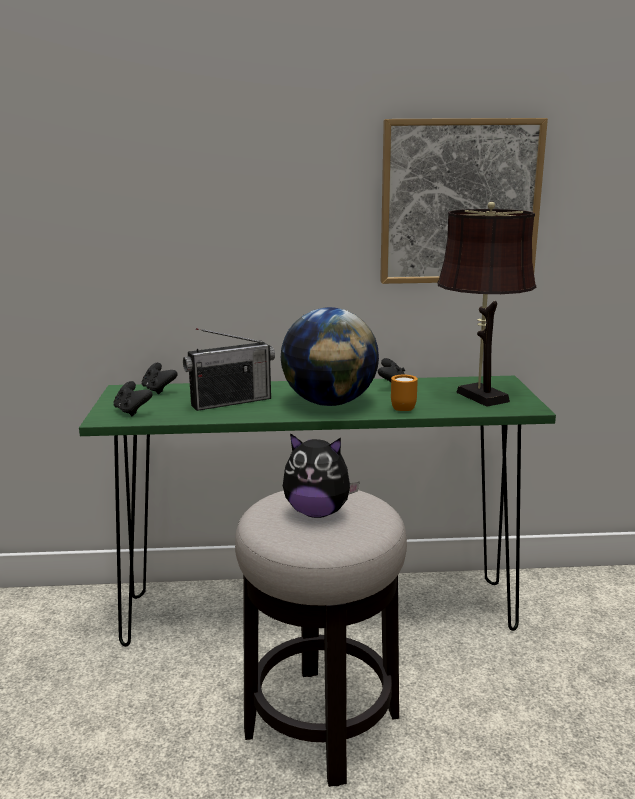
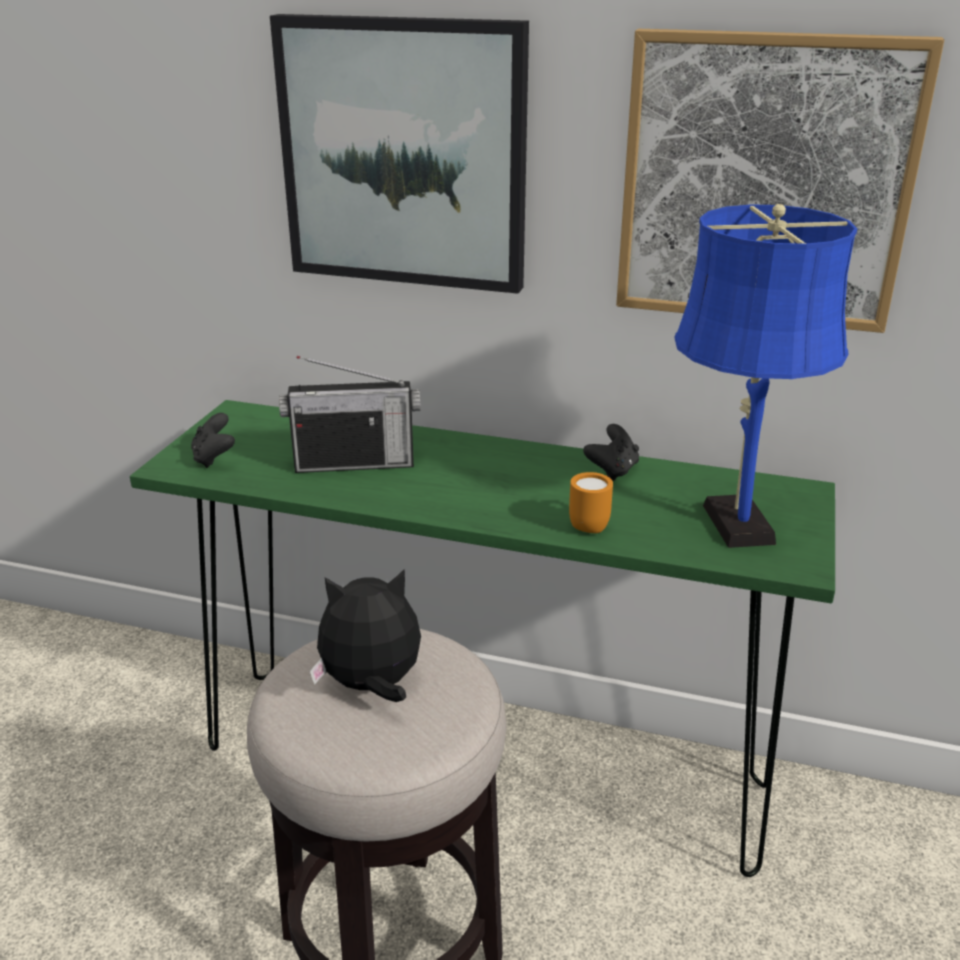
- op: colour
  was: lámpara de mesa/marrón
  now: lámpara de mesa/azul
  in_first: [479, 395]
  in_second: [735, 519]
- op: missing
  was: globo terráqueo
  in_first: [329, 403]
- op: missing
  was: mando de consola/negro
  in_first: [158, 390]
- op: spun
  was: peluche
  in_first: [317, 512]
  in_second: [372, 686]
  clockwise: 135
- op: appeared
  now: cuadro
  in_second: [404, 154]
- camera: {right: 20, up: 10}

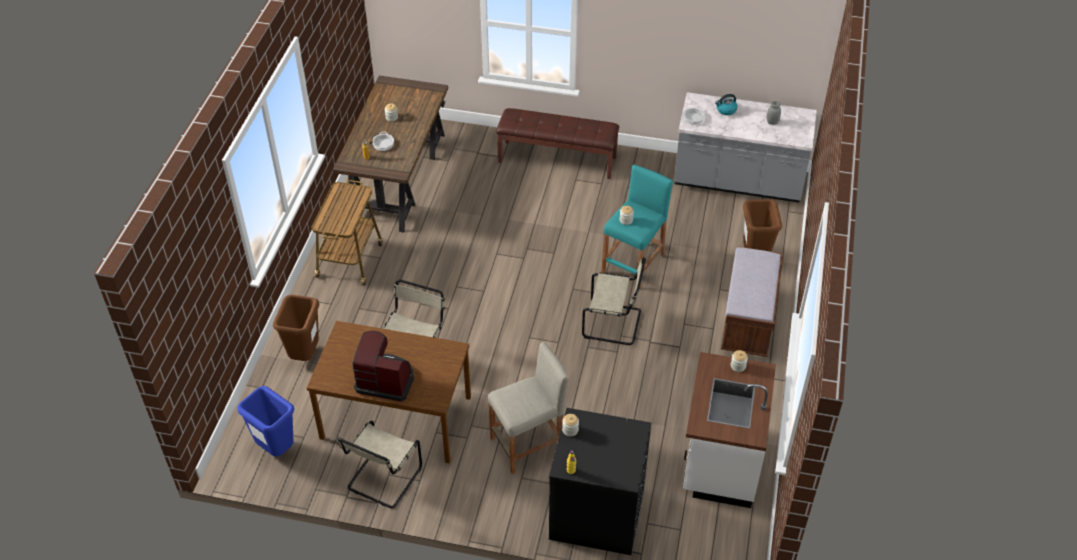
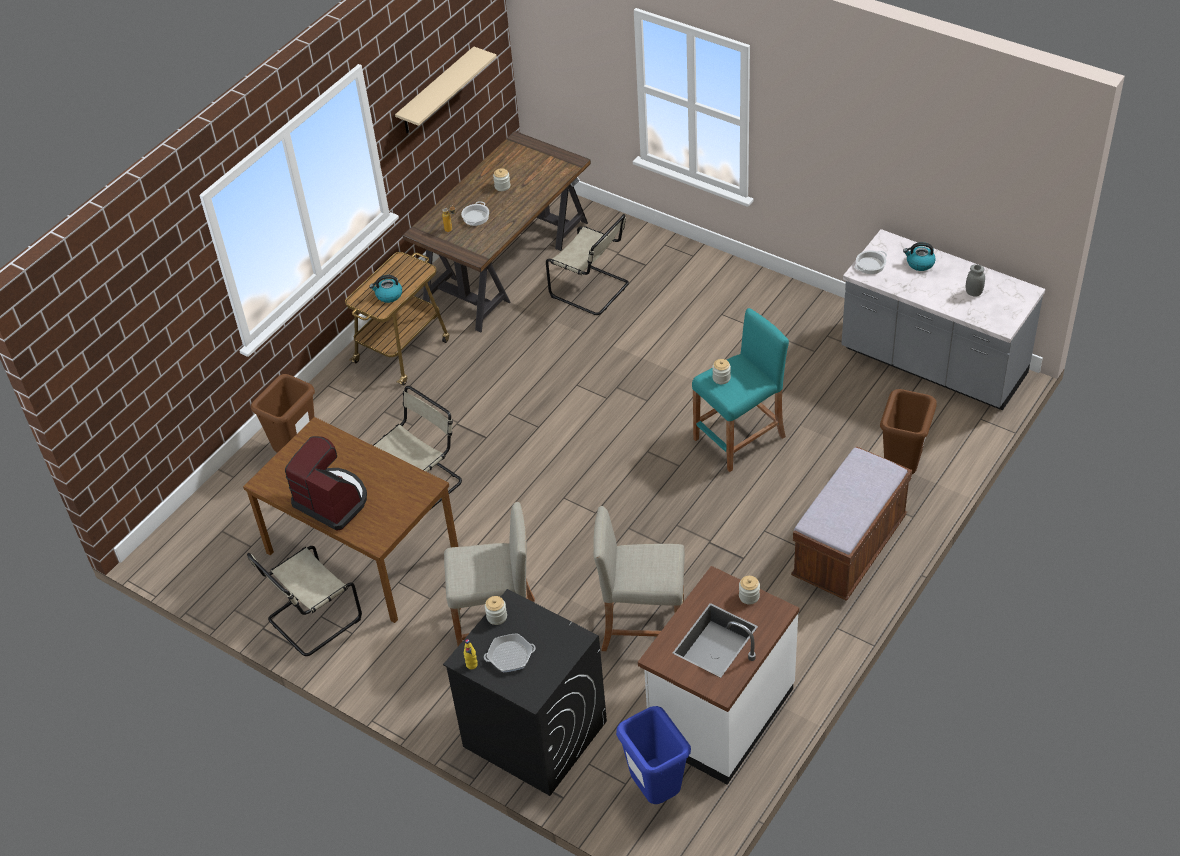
- op: missing
  was: banco/marrón
  in_first: [557, 159]
- op: relocated
  was: silla/beis
  in_first: [614, 324]
  in_second: [592, 290]
- op: relocated
  was: papelera/azul
  in_first: [276, 449]
  in_second: [655, 790]
- op: appeared
  now: estante/beis
  in_second: [436, 92]
- op: appeared
  now: hervidor
  in_second: [388, 295]
- op: appeared
  now: taburete/beis
  in_second: [643, 627]
- op: appeared
  now: sartén
  in_second: [510, 656]
- camera: {right: 25, up: 0}

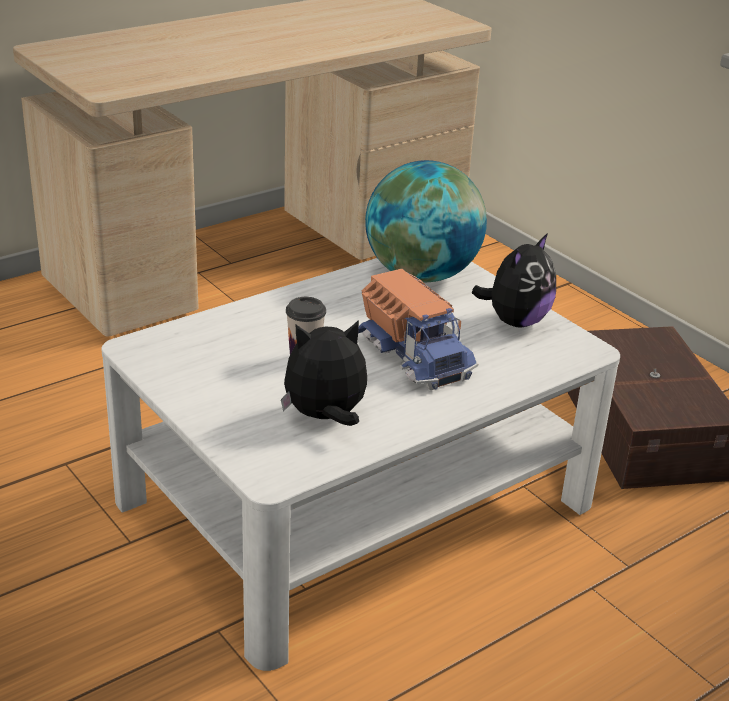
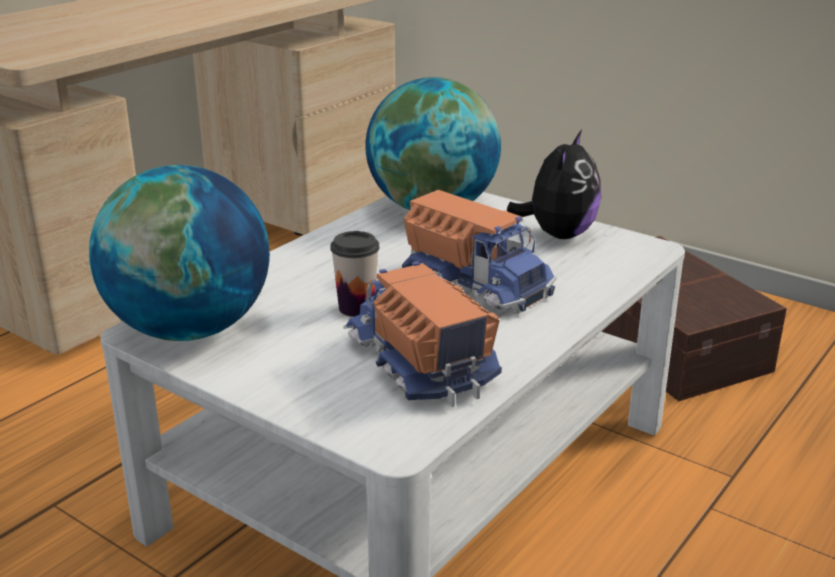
- op: exchanged
  was: peluche
  now: camión de juguete
  in_first: [325, 417]
  in_second: [418, 363]
- op: appeared
  now: globo terráqueo
  in_second: [190, 330]
- camera: {right: -15, up: -5}

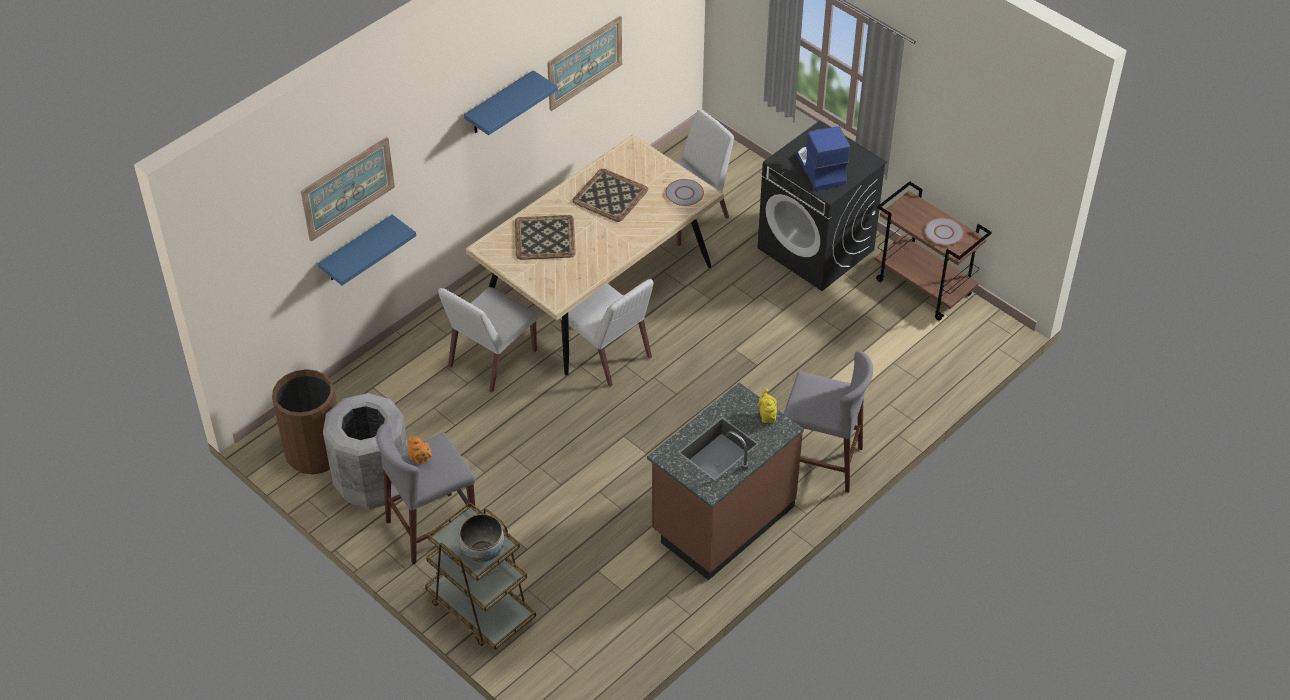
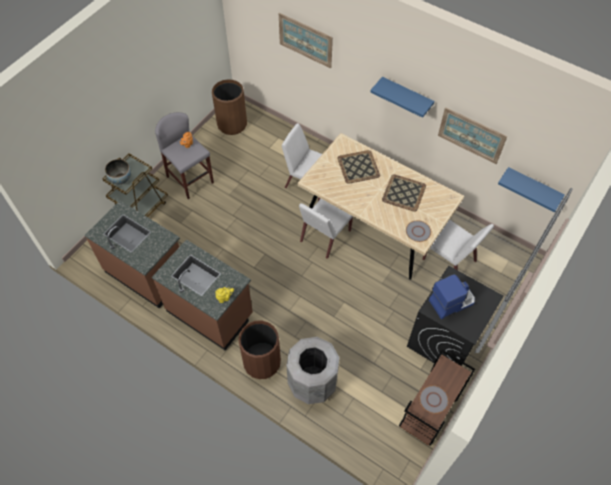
- op: relocated
  was: estante/azul
  in_first: [357, 249]
  in_second: [533, 186]
- op: exchanged
  was: taburete/gris
  now: papelera/marrón
  in_first: [821, 461]
  in_second: [262, 362]
- op: relocated
  was: papelera/gris
  in_first: [373, 482]
  in_second: [312, 383]
- op: appeared
  now: mueble bajo de cocina/marrón
  in_second: [147, 273]
- camera: {right: 80, up: 10}

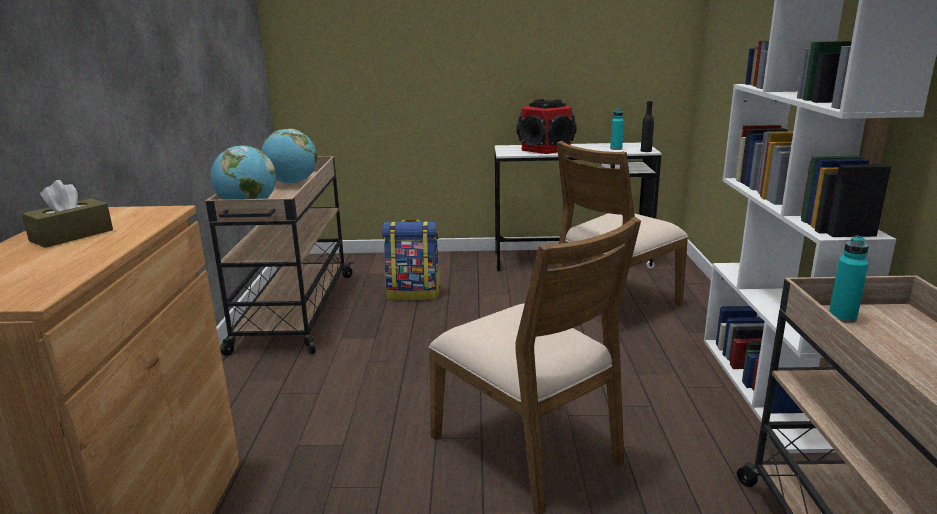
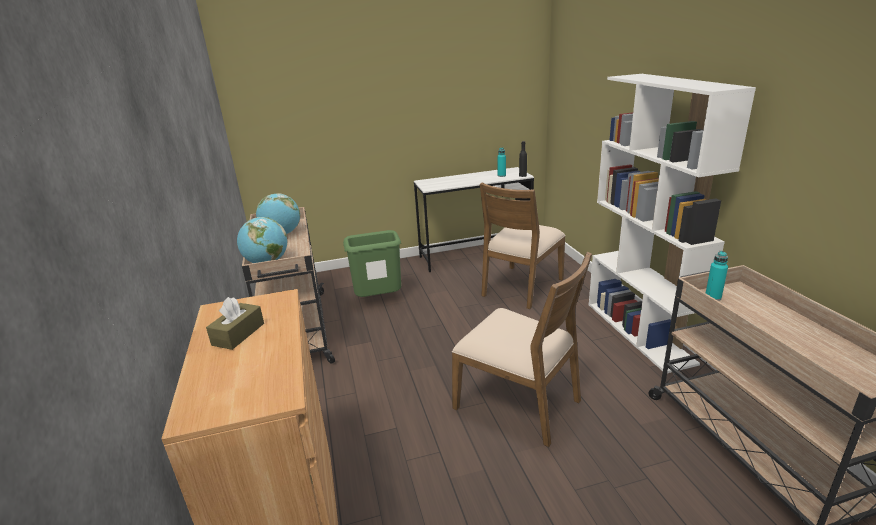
- op: missing
  was: altavoz
  in_first: [545, 149]
- op: exchanged
  was: mochila
  now: papelera/verde
  in_first: [414, 293]
  in_second: [379, 300]
- camera: {right: -15, up: 5}

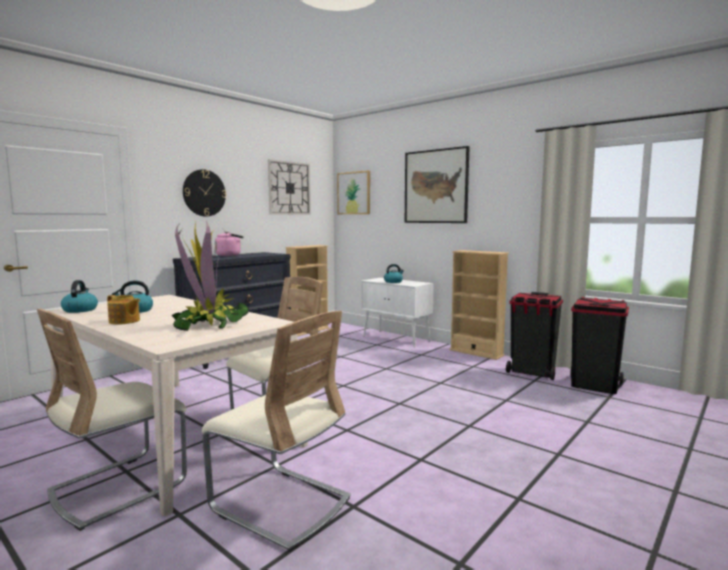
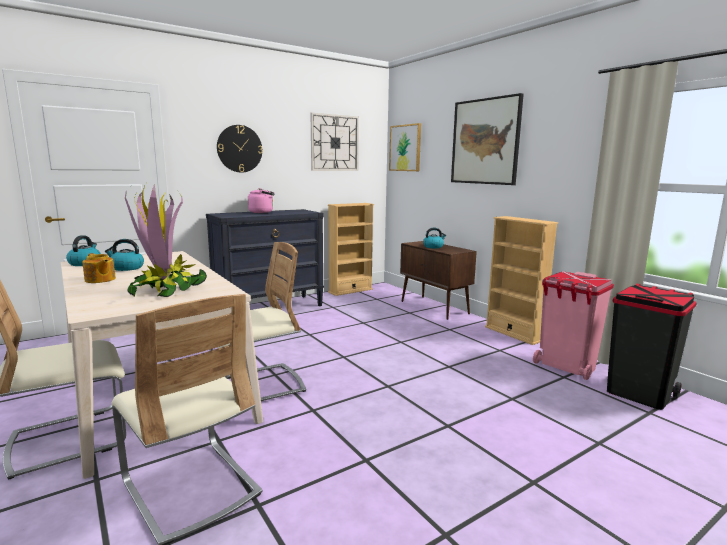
- op: colour
  was: armario/blanco
  now: armario/marrón
  in_first: [396, 339]
  in_second: [434, 308]
- op: colour
  was: papelera/negro
  now: papelera/rosa
  in_first: [532, 373]
  in_second: [566, 367]
- camera: {right: 15, up: 5}

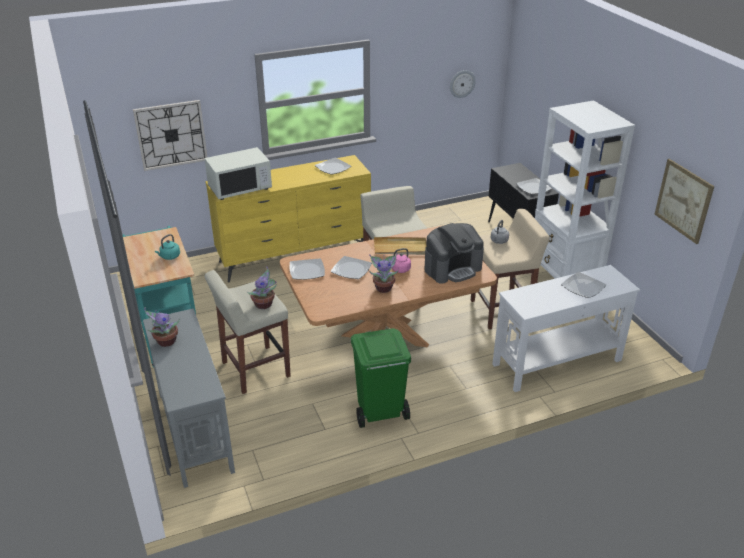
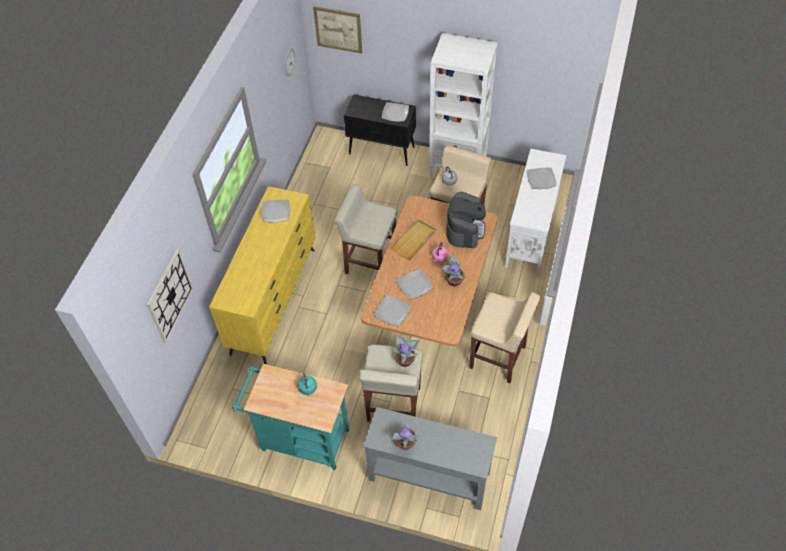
- op: missing
  was: microondas/blanco
  in_first: [240, 188]
- op: relocated
  was: cuadro
  in_first: [683, 200]
  in_second: [338, 29]
- op: exchanged
  was: papelera/verde
  now: taburete/beis
  in_first: [379, 412]
  in_second: [498, 358]
- camera: {right: -50, up: 20}

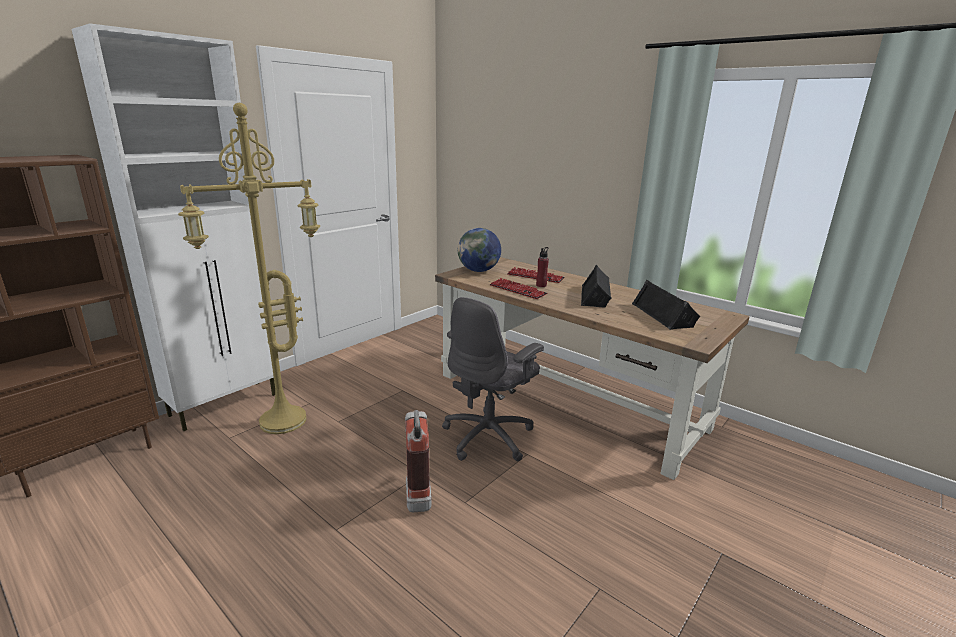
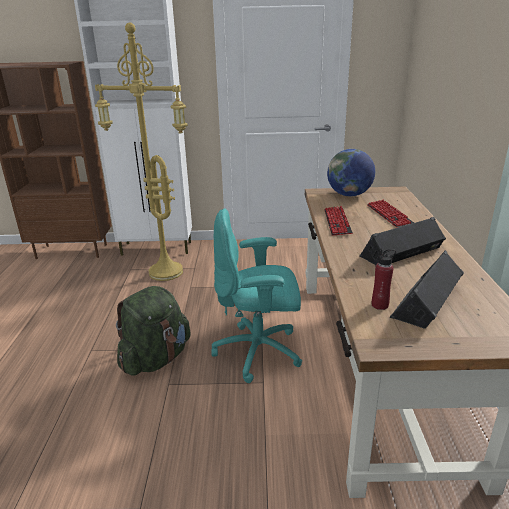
- op: relocated
  was: botella/rojo
  in_first: [541, 285]
  in_second: [380, 305]
- op: colour
  was: silla de oficina/gris
  now: silla de oficina/turquesa
  in_first: [489, 436]
  in_second: [259, 352]
- op: exchanged
  was: extintor
  now: mochila/verde
  in_first: [418, 492]
  in_second: [156, 359]
- camera: {right: 50, up: 5}

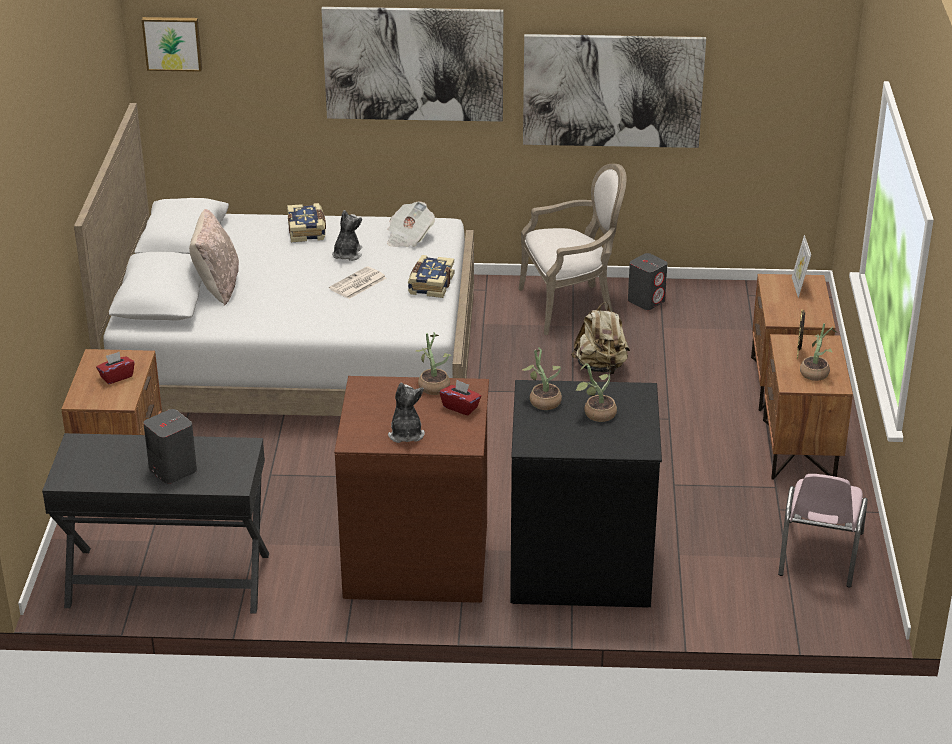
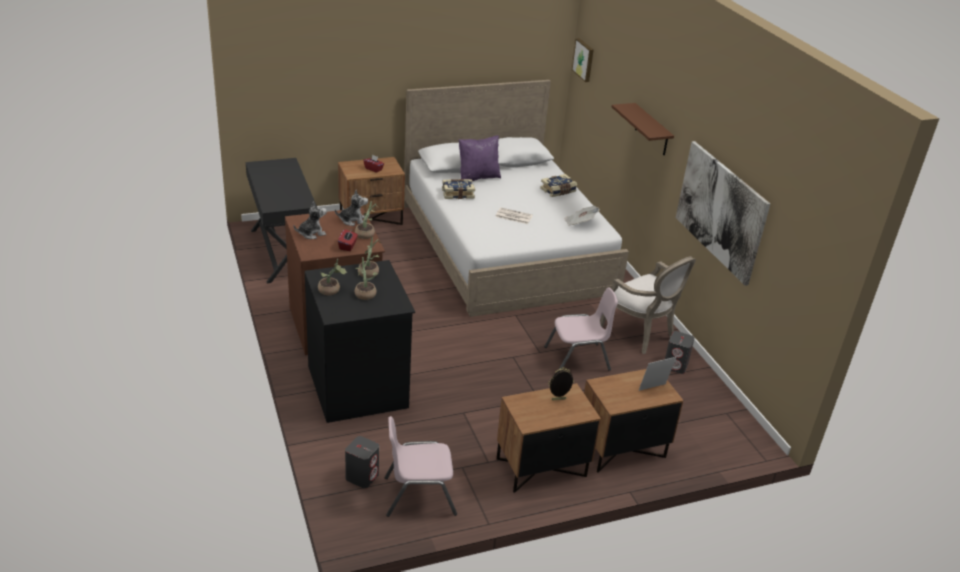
- op: exchanged
  was: cuadro
  now: estante/marrón
  in_first: [413, 63]
  in_second: [652, 130]
- op: colour
  was: cojín/beis
  now: cojín/morado
  in_first: [217, 286]
  in_second: [478, 177]
- op: relocated
  was: peluche
  in_first: [347, 254]
  in_second: [352, 220]
- op: relocated
  was: libro
  in_first: [430, 284]
  in_second: [457, 193]
- op: exchanged
  was: mochila/beis
  now: silla/rosa
  in_first: [601, 367]
  in_second: [577, 359]
- op: relocated
  was: planta en maceta
  in_first: [816, 372]
  in_second: [331, 291]
- op: relocated
  was: altavoz/gris
  in_first: [172, 469]
  in_second: [362, 476]
- camera: {right: 65, up: 0}

